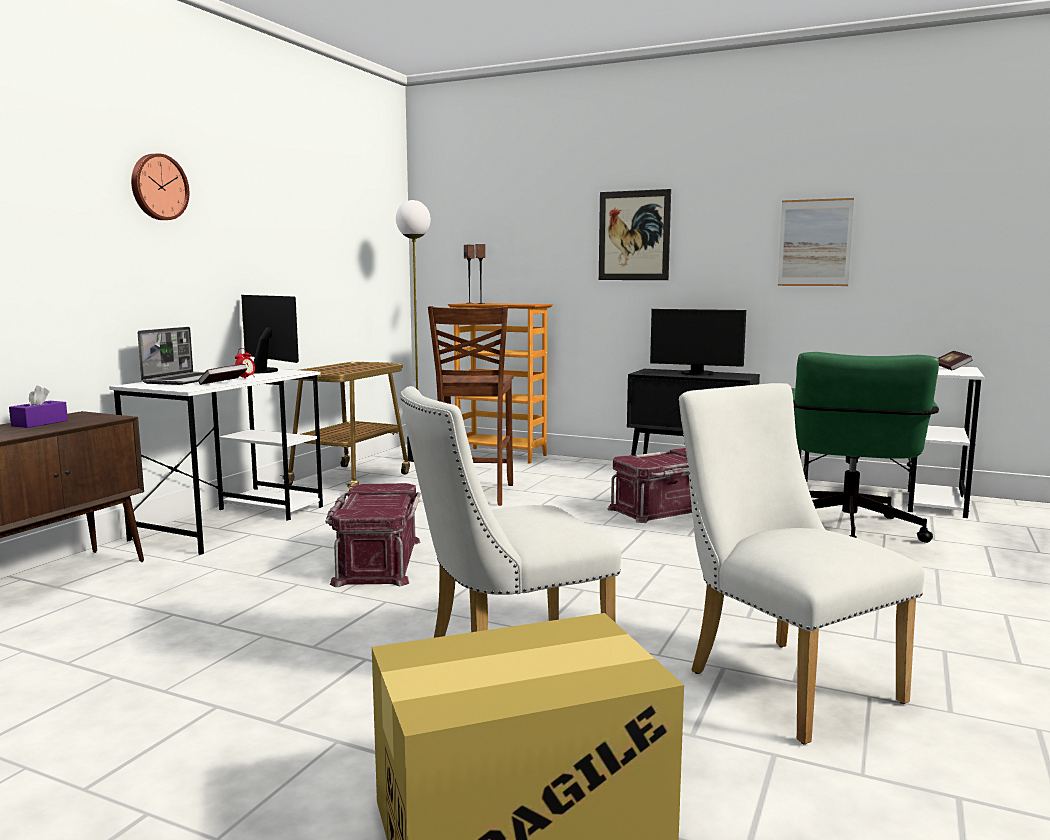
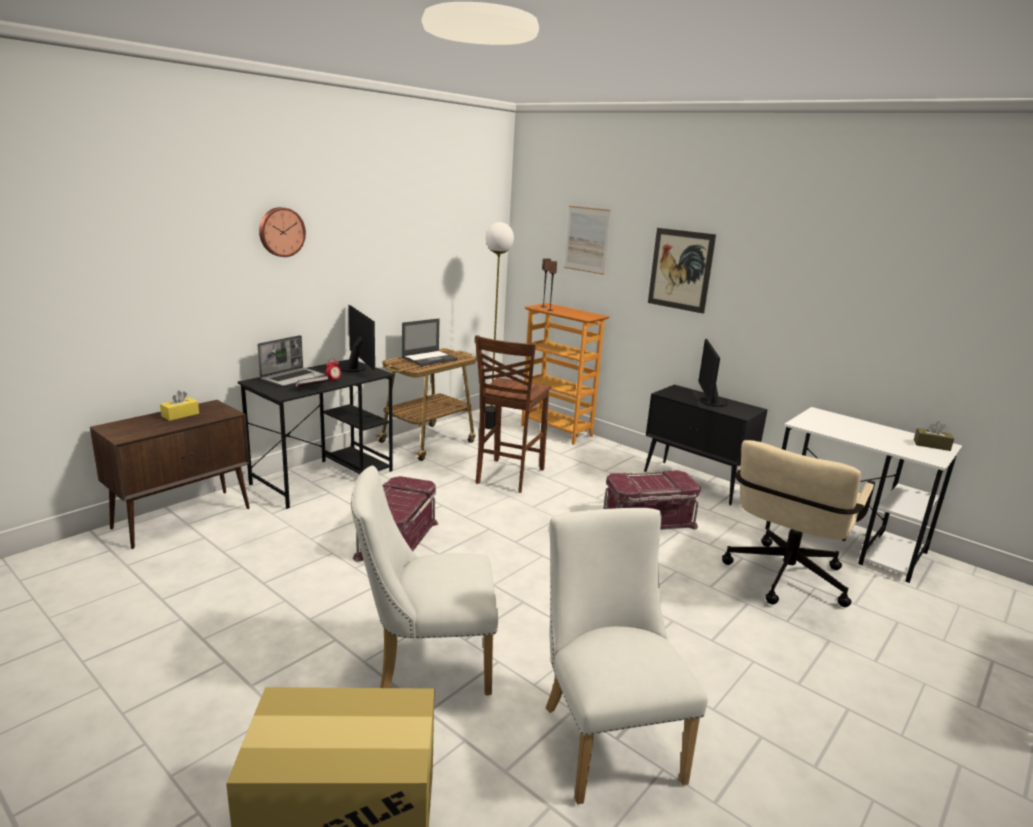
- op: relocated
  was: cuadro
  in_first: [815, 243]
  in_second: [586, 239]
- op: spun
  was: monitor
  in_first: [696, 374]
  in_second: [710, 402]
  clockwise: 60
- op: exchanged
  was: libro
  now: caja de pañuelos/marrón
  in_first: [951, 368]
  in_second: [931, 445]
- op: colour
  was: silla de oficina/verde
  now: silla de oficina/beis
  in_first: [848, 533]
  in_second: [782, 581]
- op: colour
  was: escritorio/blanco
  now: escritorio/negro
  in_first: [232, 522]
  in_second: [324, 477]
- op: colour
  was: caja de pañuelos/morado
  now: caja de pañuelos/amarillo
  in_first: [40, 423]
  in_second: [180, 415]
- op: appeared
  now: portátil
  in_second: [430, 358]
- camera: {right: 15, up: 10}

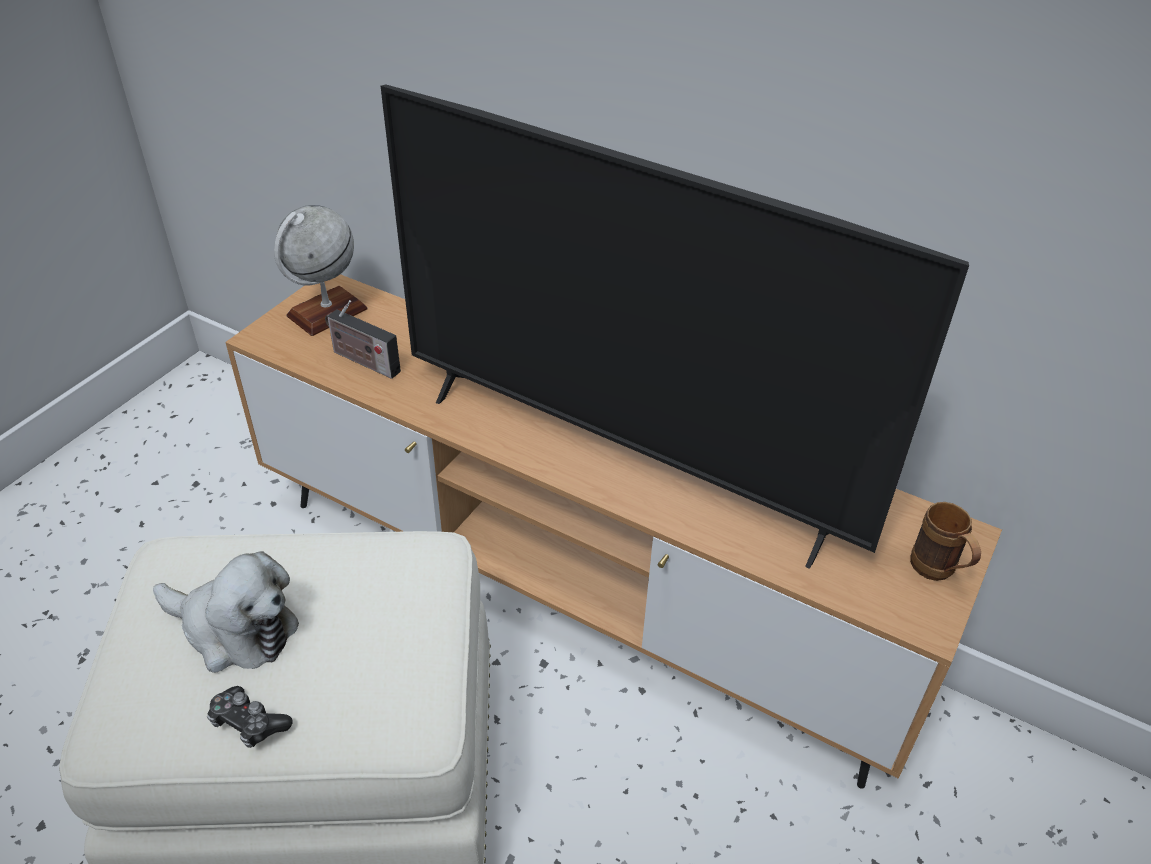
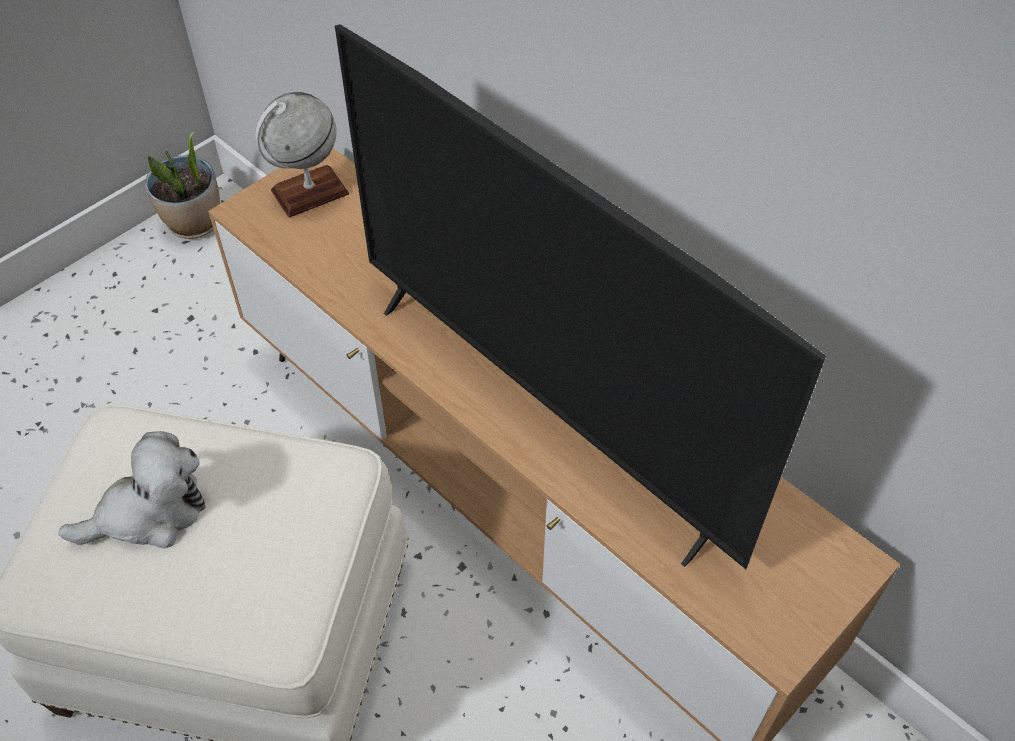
- op: missing
  was: radio
  in_first: [363, 361]
- op: missing
  was: taza grande/marrón
  in_first: [938, 572]
- op: spun
  was: peluche
  in_first: [235, 629]
  in_second: [150, 513]
  clockwise: -60
- op: missing
  was: mando de consola
  in_first: [248, 723]
- op: appeared
  now: planta en maceta
  in_second: [194, 223]
- camera: {right: 15, up: 10}

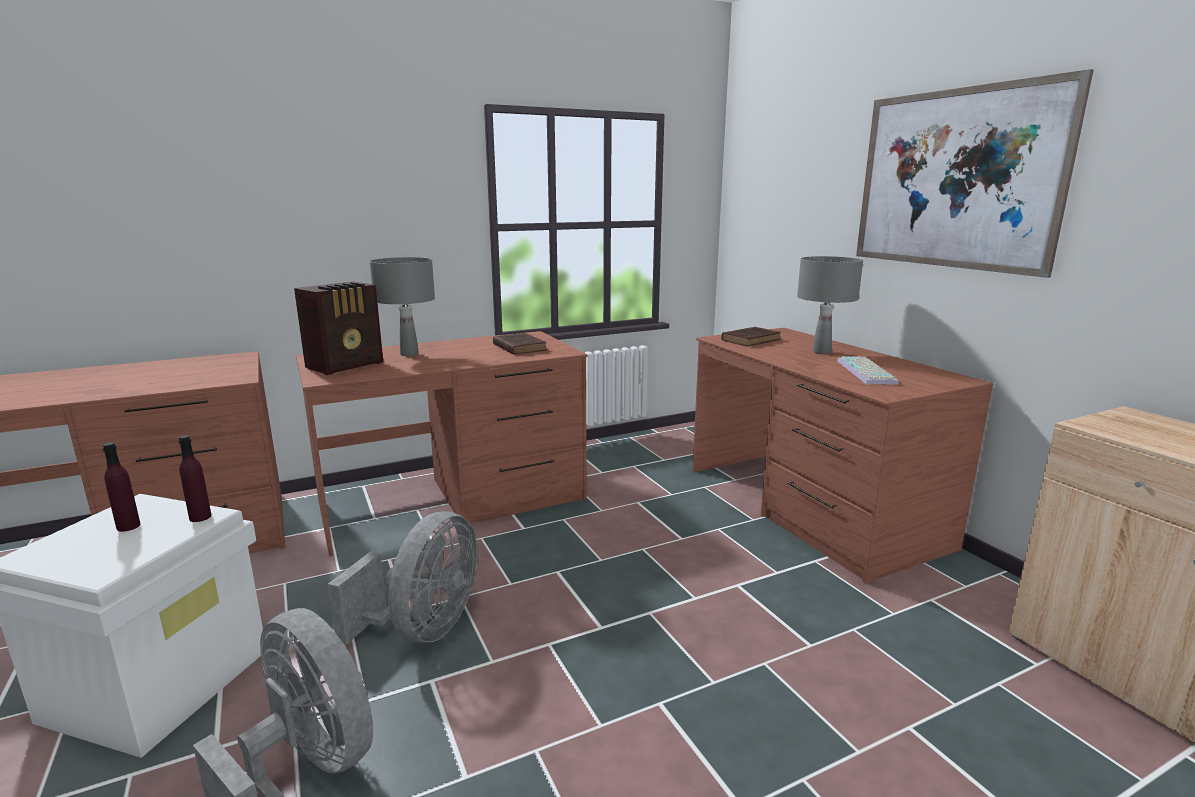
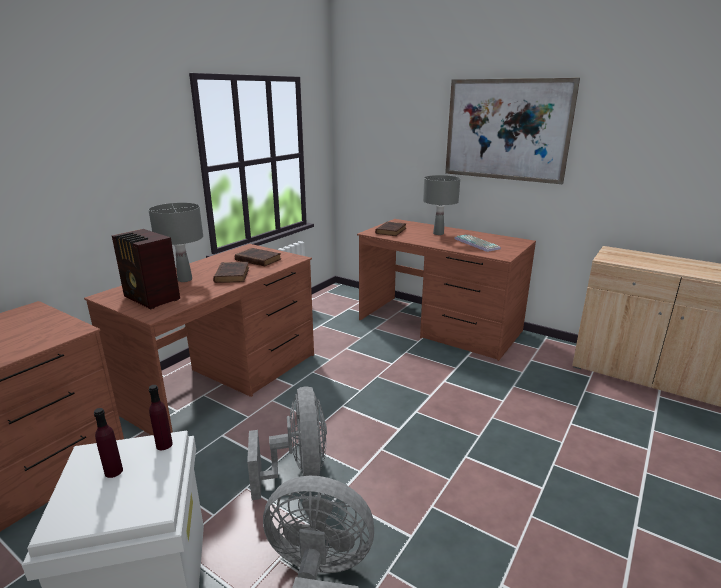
- op: spun
  was: radio
  in_first: [347, 365]
  in_second: [151, 298]
  clockwise: 120
- op: appeared
  now: libro/marrón
  in_second: [232, 274]
- camera: {right: -30, up: 5}

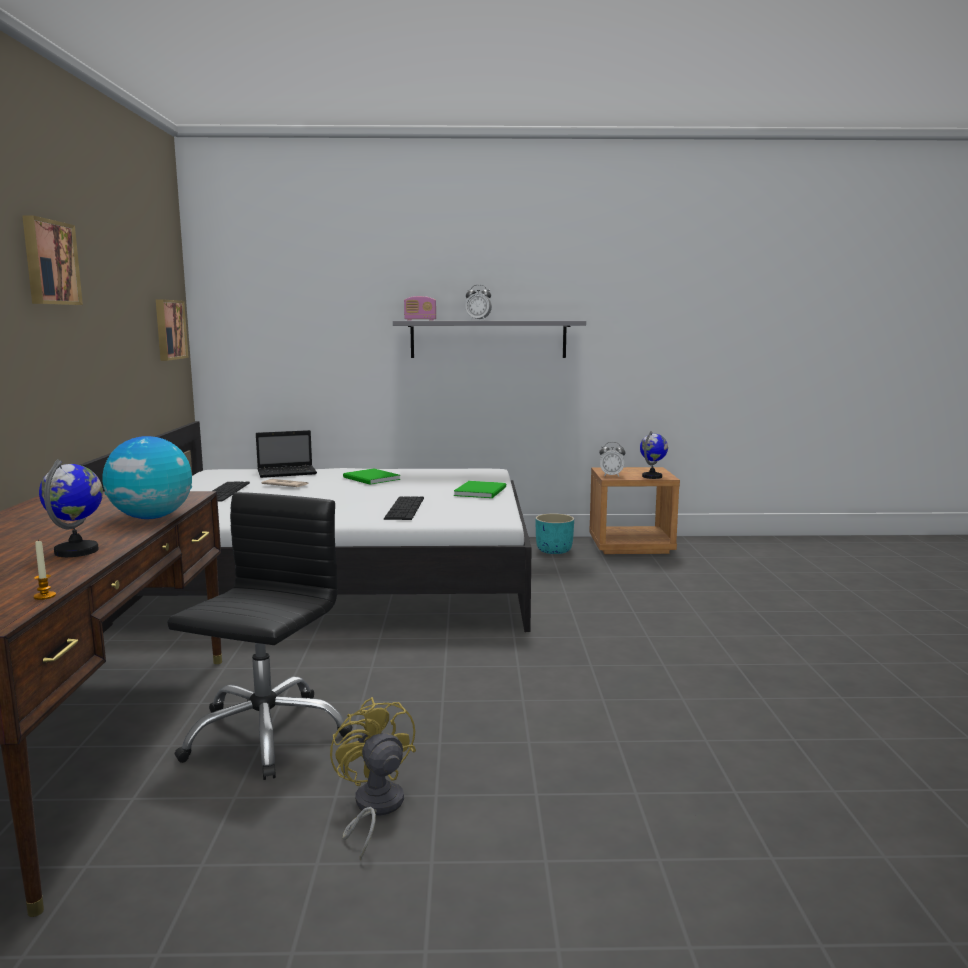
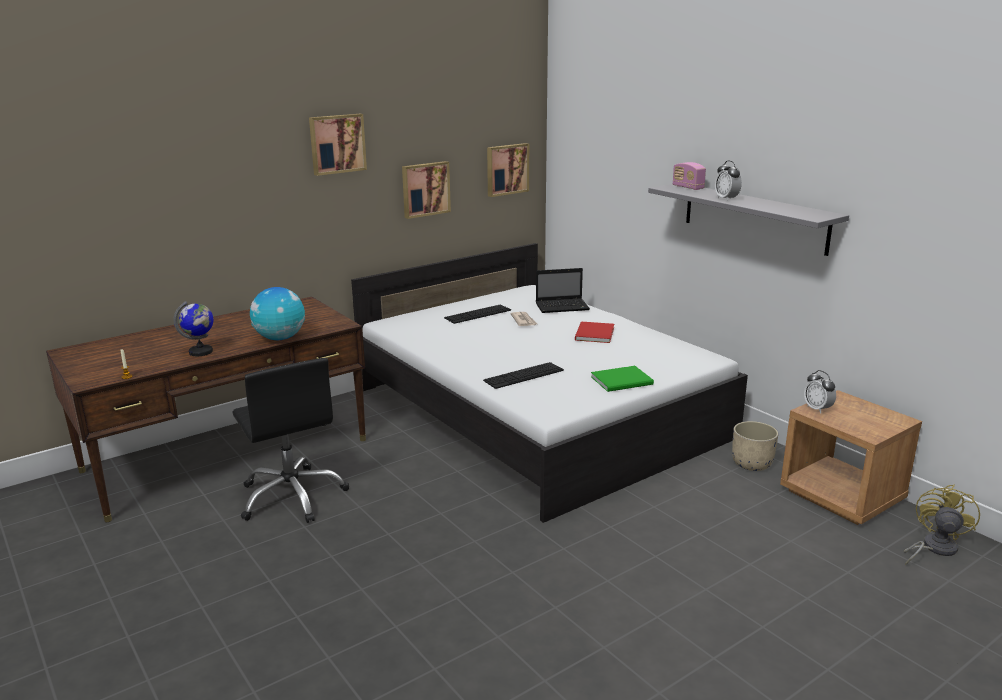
- op: spun
  was: portátil
  in_first: [288, 473]
  in_second: [563, 307]
  clockwise: -45
- op: missing
  was: globo terráqueo
  in_first: [652, 477]
- op: colour
  was: libro/verde
  now: libro/rojo
  in_first: [371, 479]
  in_second: [593, 334]
- op: spun
  was: silla de oficina/negro
  in_first: [265, 734]
  in_second: [292, 496]
  clockwise: 75
- op: colour
  was: maceta/turquesa
  now: maceta/beis
  in_first: [553, 550]
  in_second: [751, 463]
- op: relocated
  was: ventilador/amarillo
  in_first: [374, 808]
  in_second: [933, 548]
- op: appeared
  now: cuadro
  in_second: [425, 189]
- camera: {right: 55, up: 10}

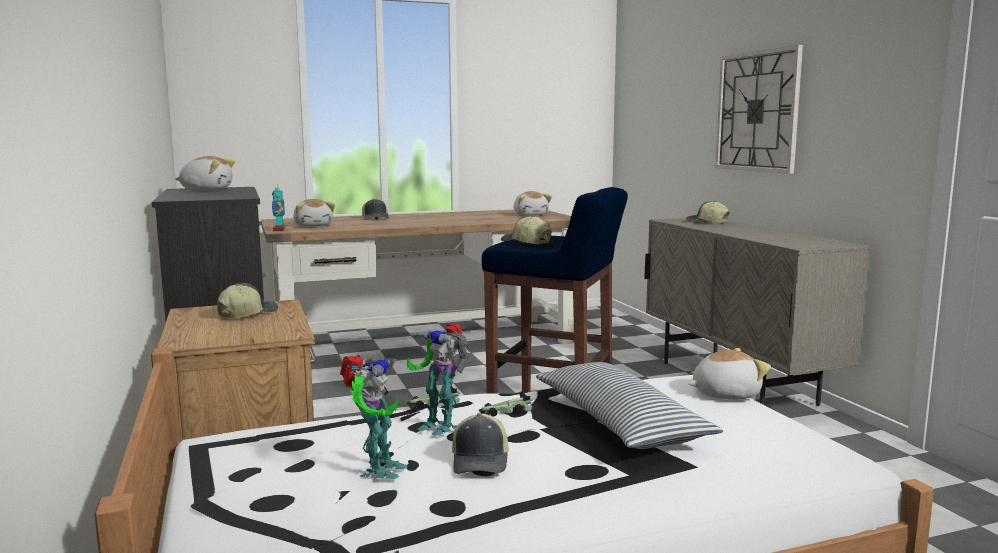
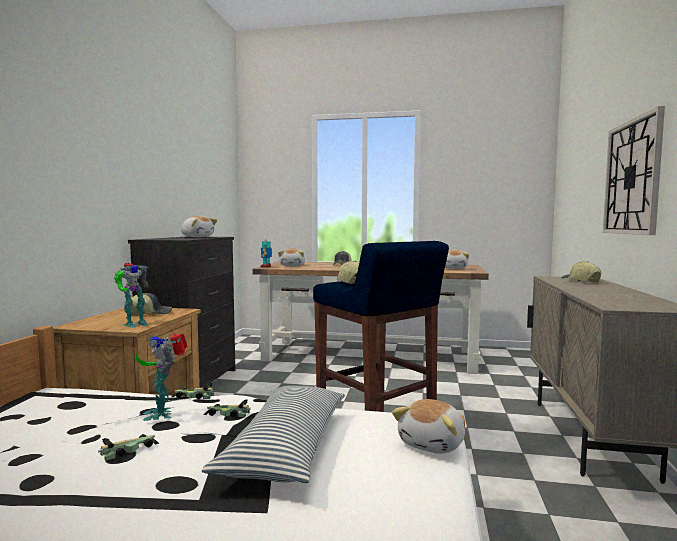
- op: spun
  was: peluche
  in_first: [724, 394]
  in_second: [433, 443]
  clockwise: 105
- op: relocated
  was: robot de juguete
  in_first: [377, 470]
  in_second: [134, 324]
- op: exchanged
  was: gorra
  now: coche de juguete
  in_first: [481, 461]
  in_second: [128, 450]
- camera: {right: 30, up: -5}

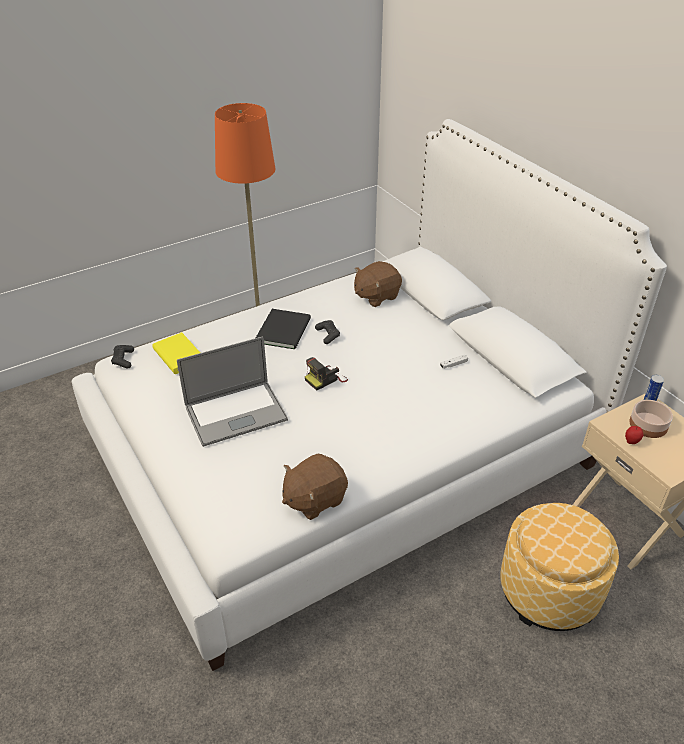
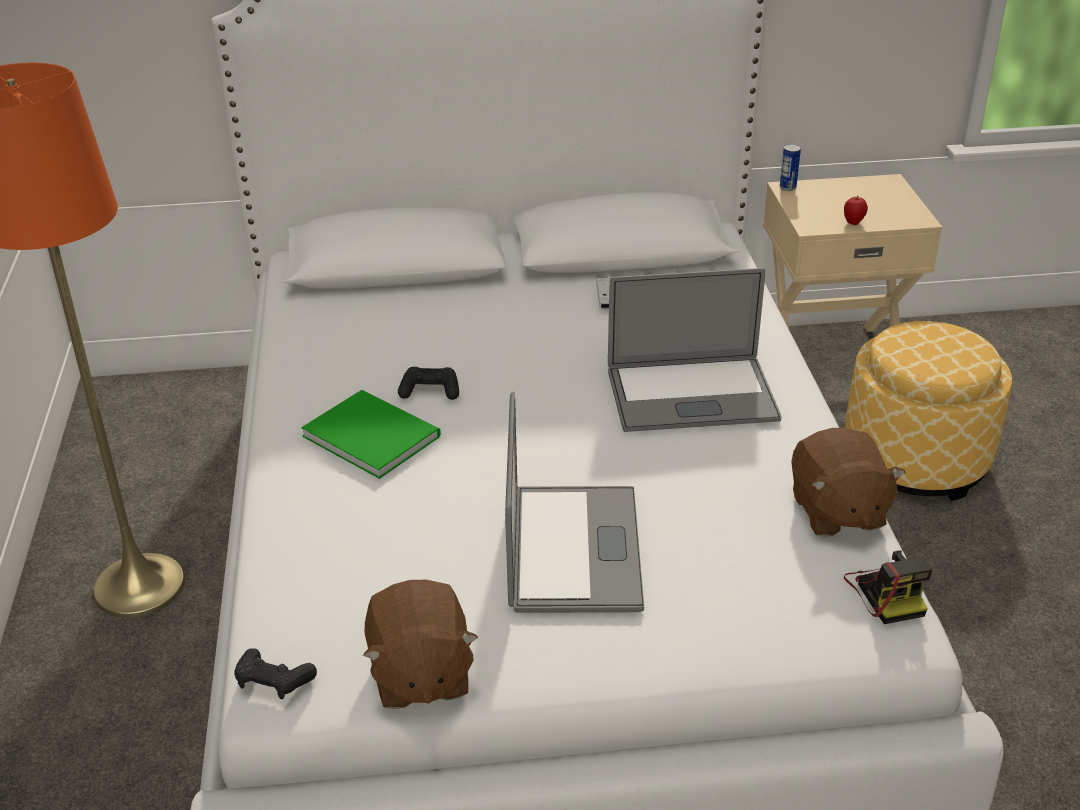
- op: relocated
  was: peluche/marrón
  in_first: [376, 296]
  in_second: [419, 675]
- op: colour
  was: libro/negro
  now: libro/verde
  in_first: [285, 329]
  in_second: [371, 433]
- op: missing
  was: libro/amarillo
  in_first: [178, 356]
- op: relocated
  was: cámara
  in_first: [326, 379]
  in_second: [886, 593]
- op: missing
  was: cuenco
  in_first: [649, 425]
- op: appeared
  now: portátil
  in_second: [691, 395]
- camera: {right: -65, up: -5}

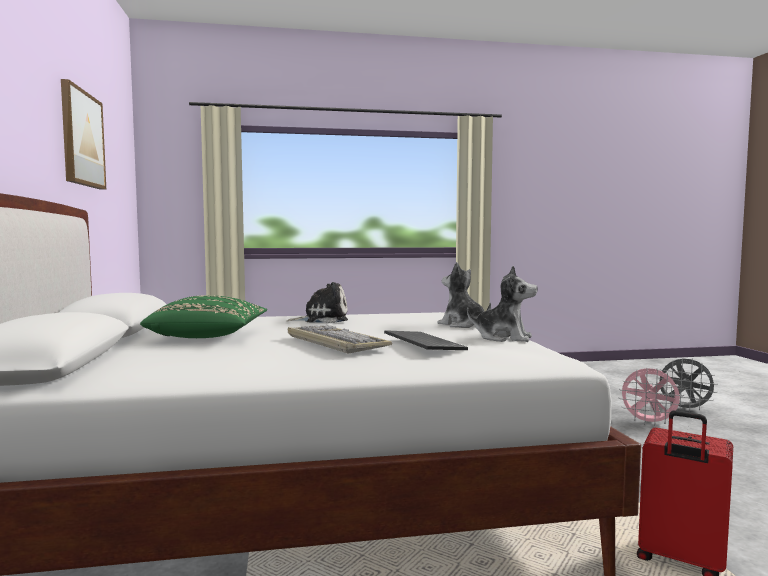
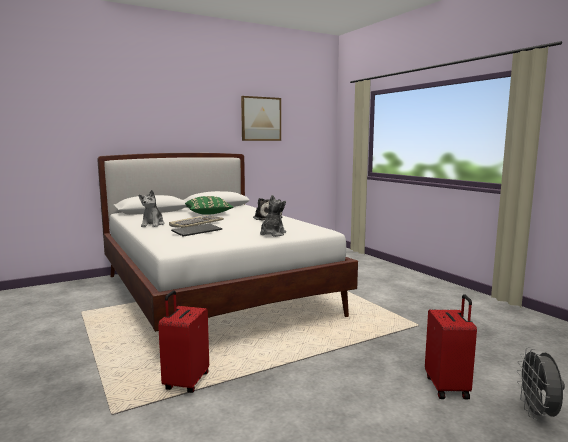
- op: relocated
  was: peluche
  in_first: [503, 338]
  in_second: [153, 224]
- op: exchanged
  was: ventilador/rosa
  now: maleta/rojo
  in_first: [649, 423]
  in_second: [448, 387]
- camera: {right: 70, up: 5}

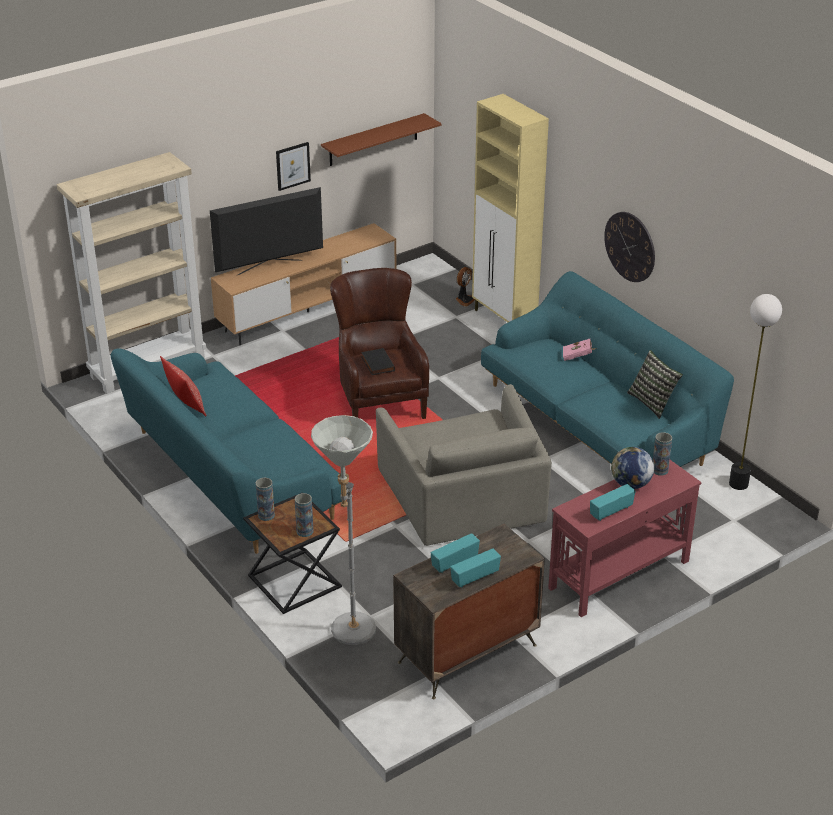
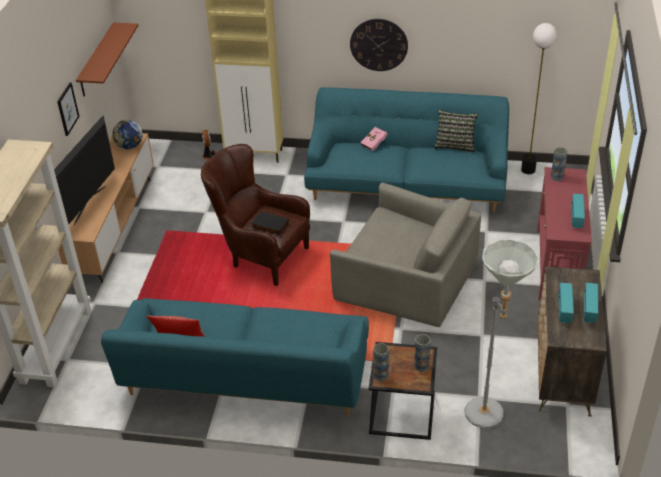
- op: relocated
  was: globo terráqueo
  in_first: [630, 484]
  in_second: [129, 146]
- camera: {right: -45, up: 5}

